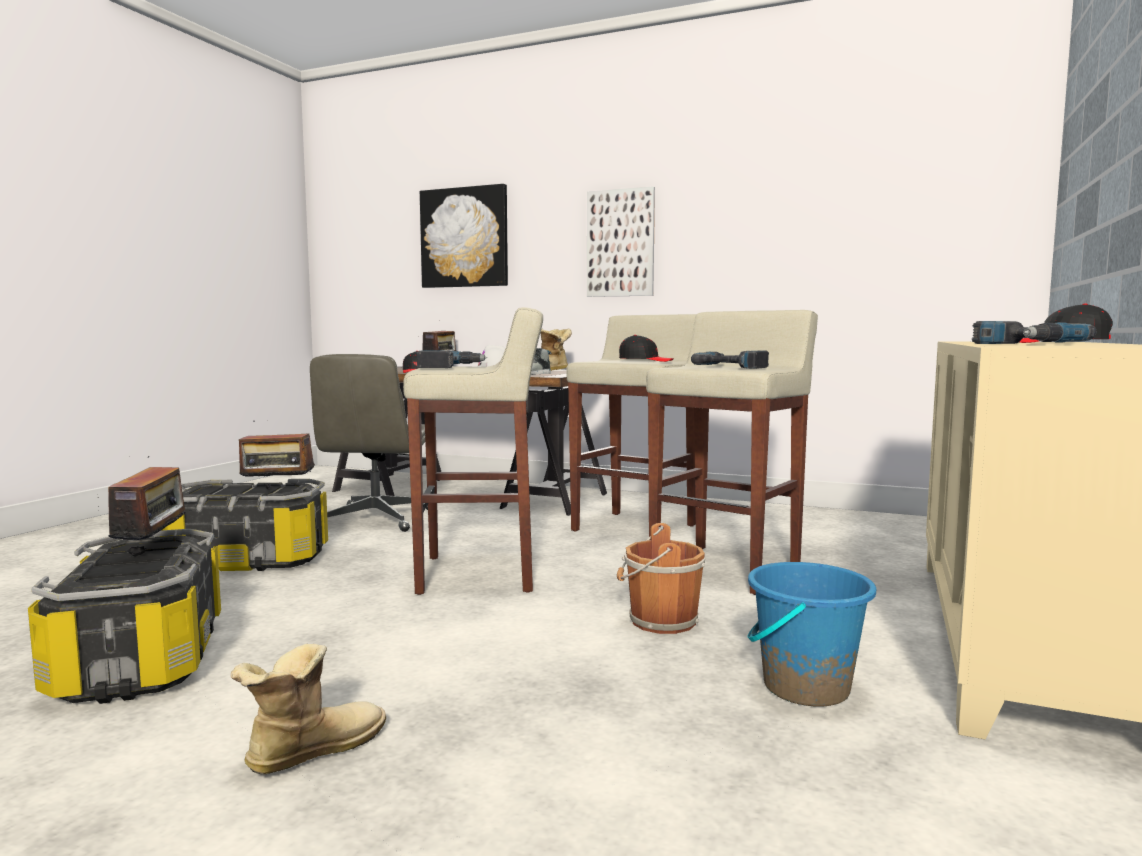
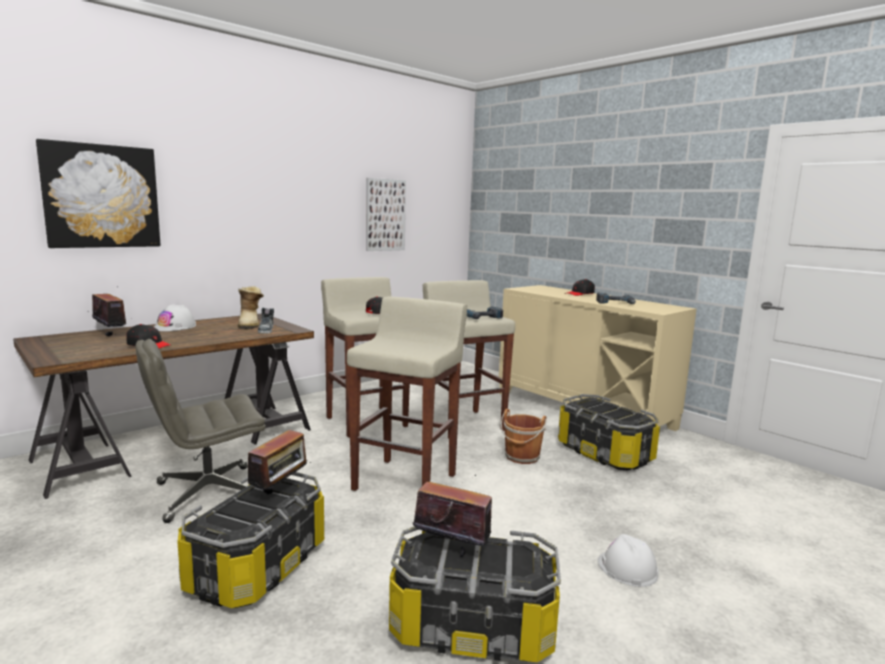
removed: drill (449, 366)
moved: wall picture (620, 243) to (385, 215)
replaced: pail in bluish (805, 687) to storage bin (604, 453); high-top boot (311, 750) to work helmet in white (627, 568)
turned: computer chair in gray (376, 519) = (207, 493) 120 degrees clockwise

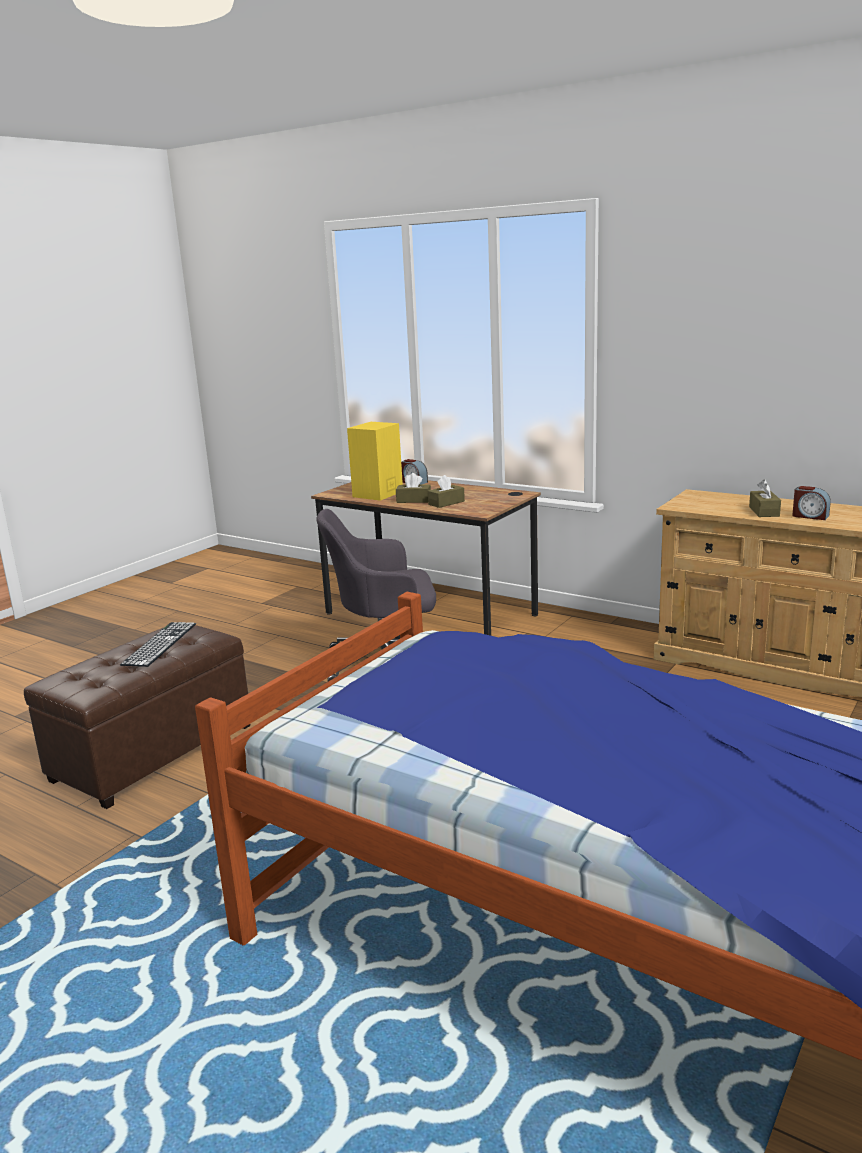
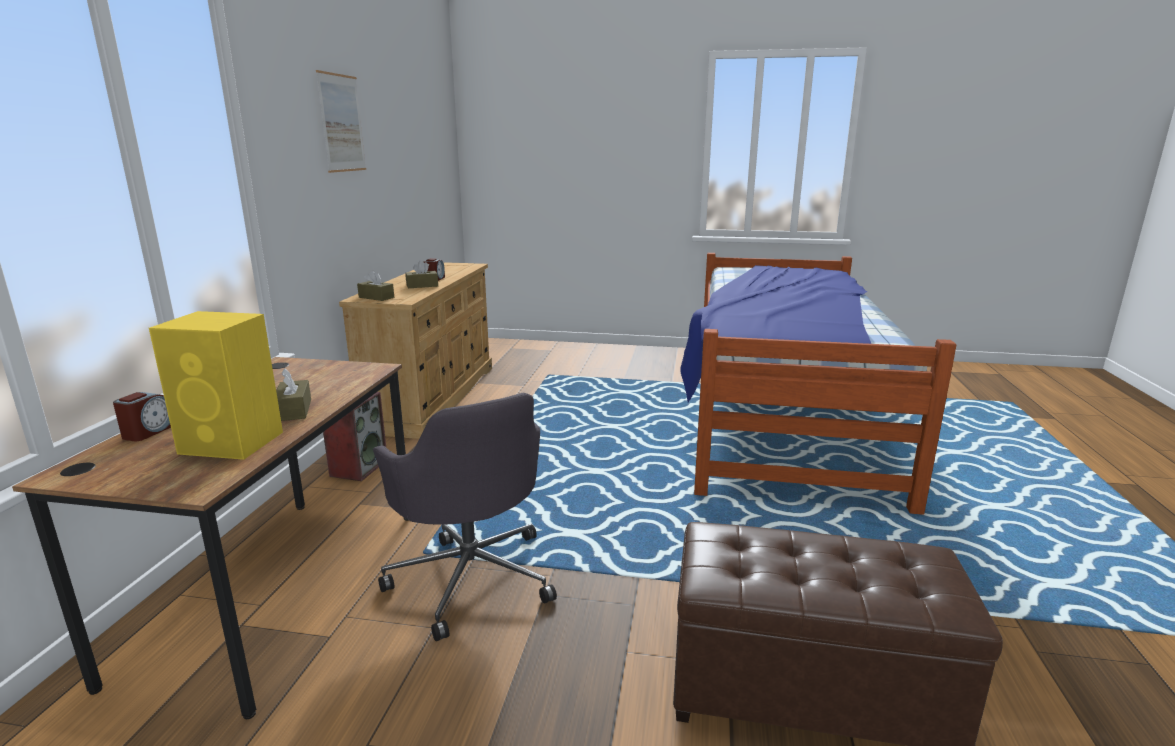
removed: keyboard (160, 644)
added: wall picture (342, 123); loudspeaker (359, 467)
moved: tissue box in brownish (446, 503) to (376, 297)

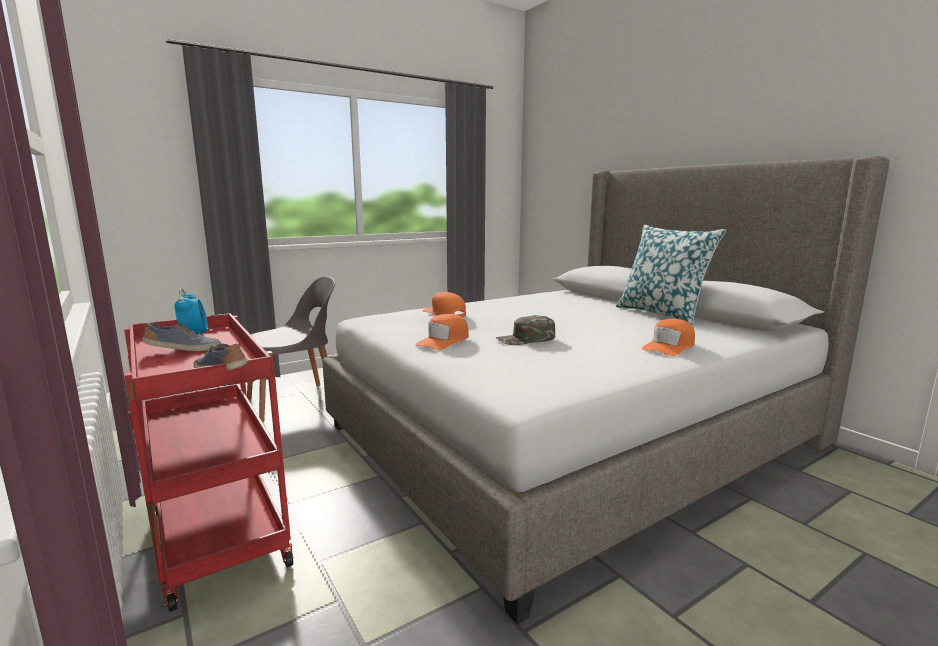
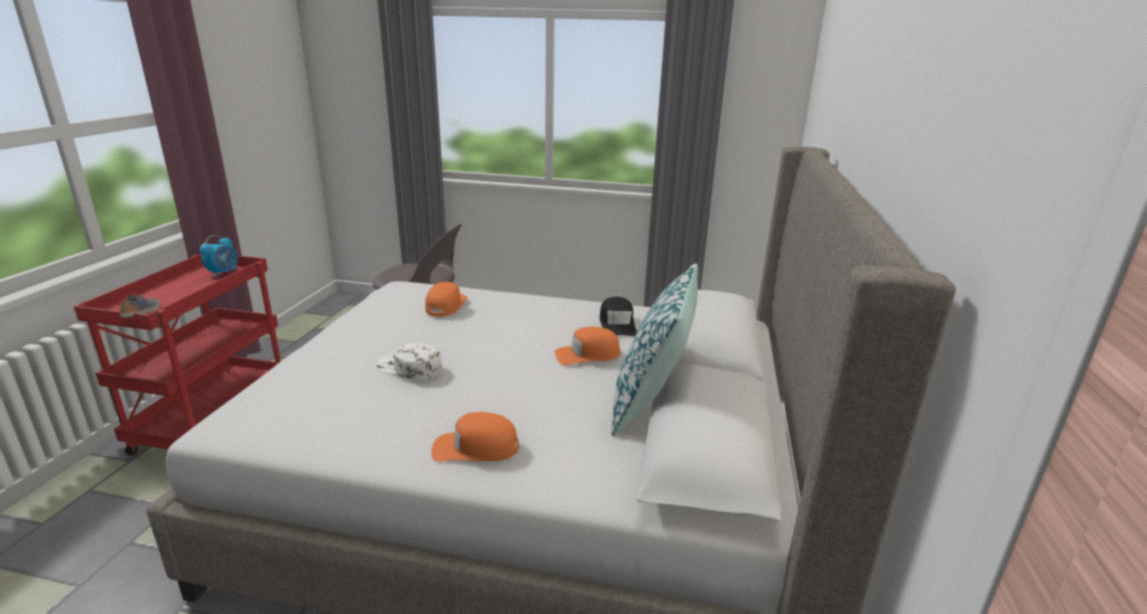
removed: low shoe (183, 350)
added: baseball cap in black (617, 324)
moved: baseball cap in orange-coloured (444, 341) to (587, 354)
recoloured: baseball cap in green (526, 339) to baseball cap in white (409, 368)

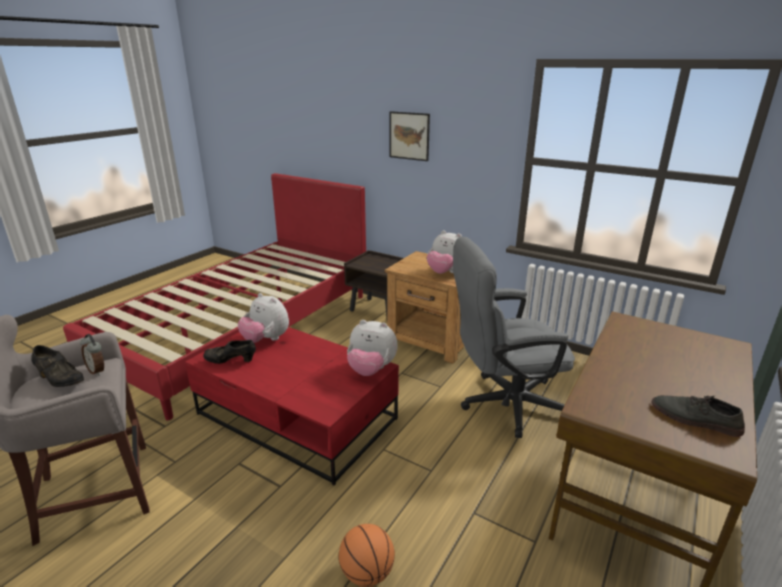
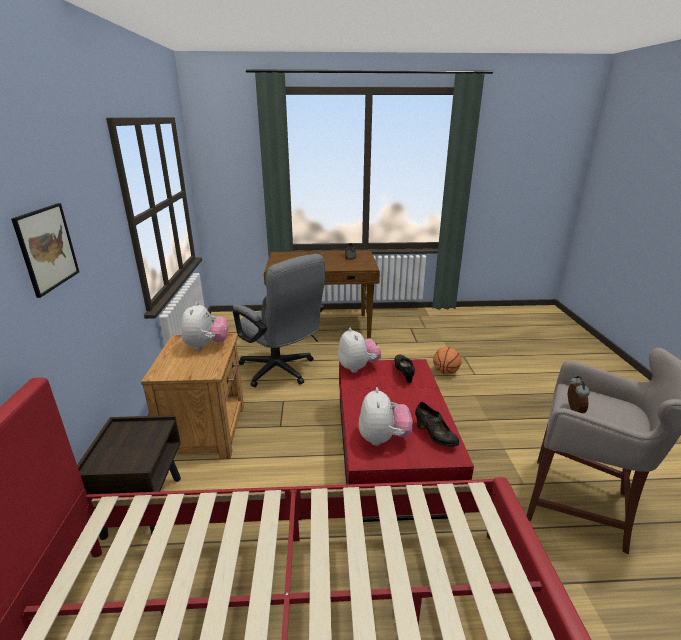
moved: low shoe in black (60, 381) to (404, 373)

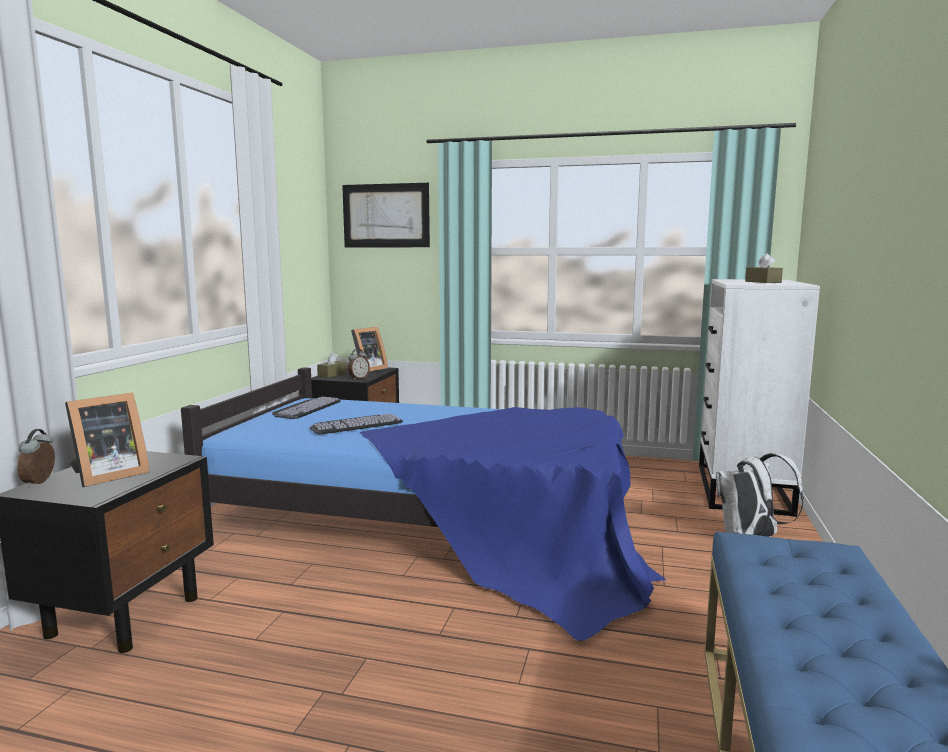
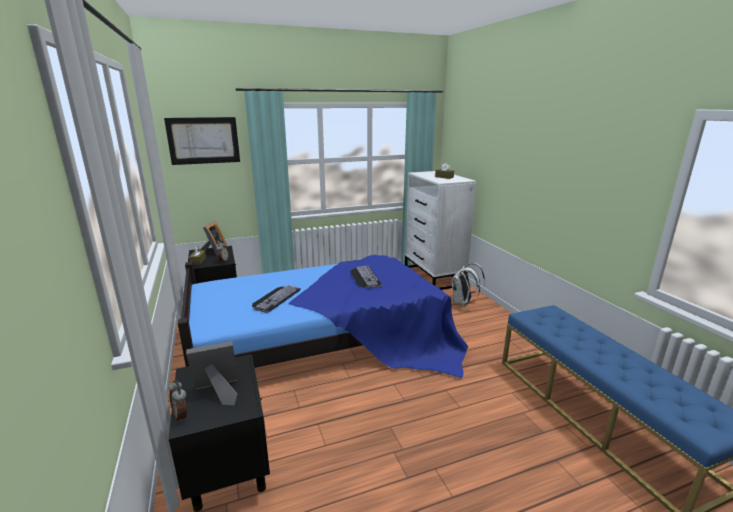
moved: keyboard (305, 408) to (364, 277)
turned: photo frame (107, 476) = (219, 392) 120 degrees counterclockwise

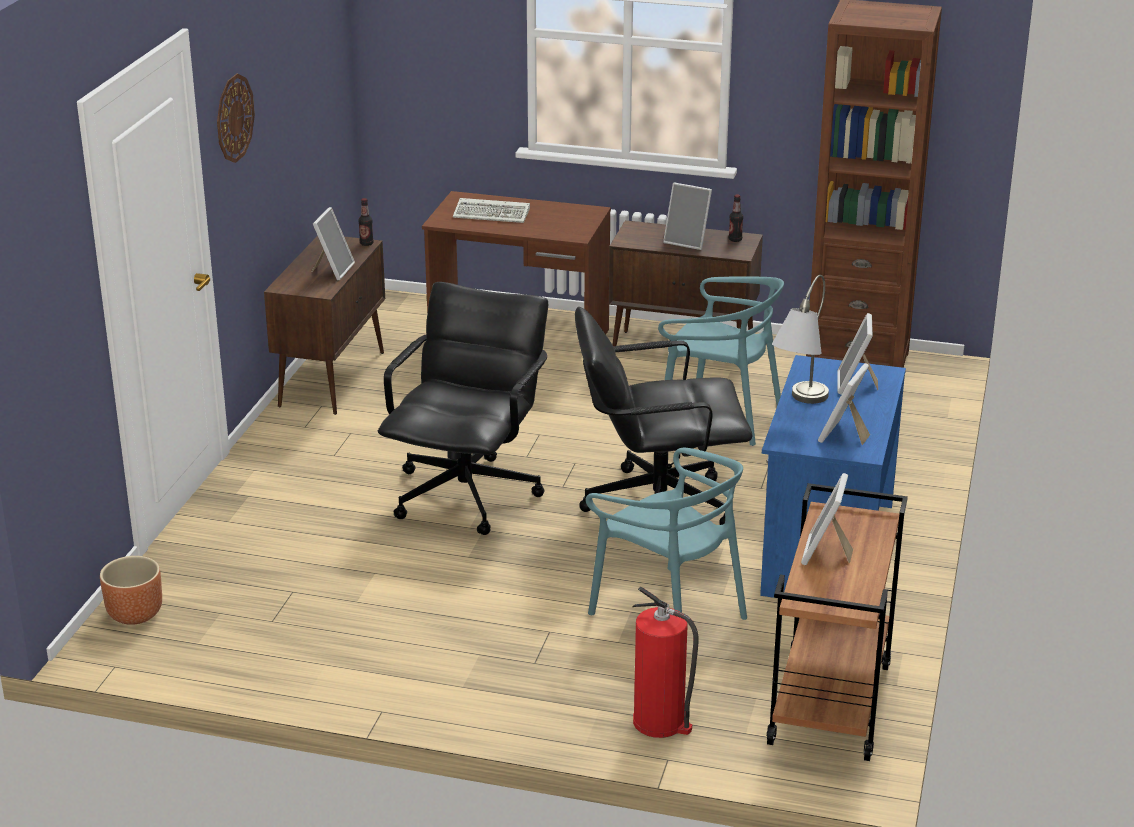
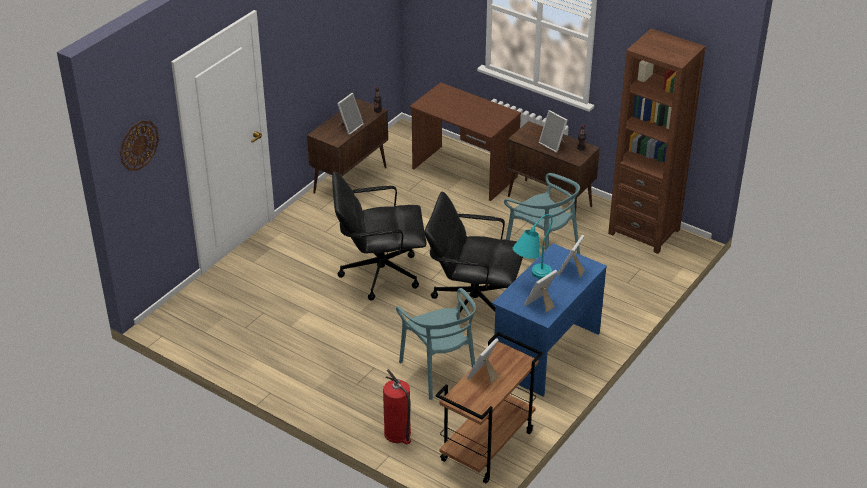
removed: keyboard (493, 214); plant pot in brownish (134, 614)
moved: clock on the wall (234, 118) to (138, 145)
recoloured: table lamp in gray (798, 405) to table lamp in turquoise-coloured (531, 278)
turned: computer chair in black (467, 495) = (379, 273) 135 degrees counterclockwise

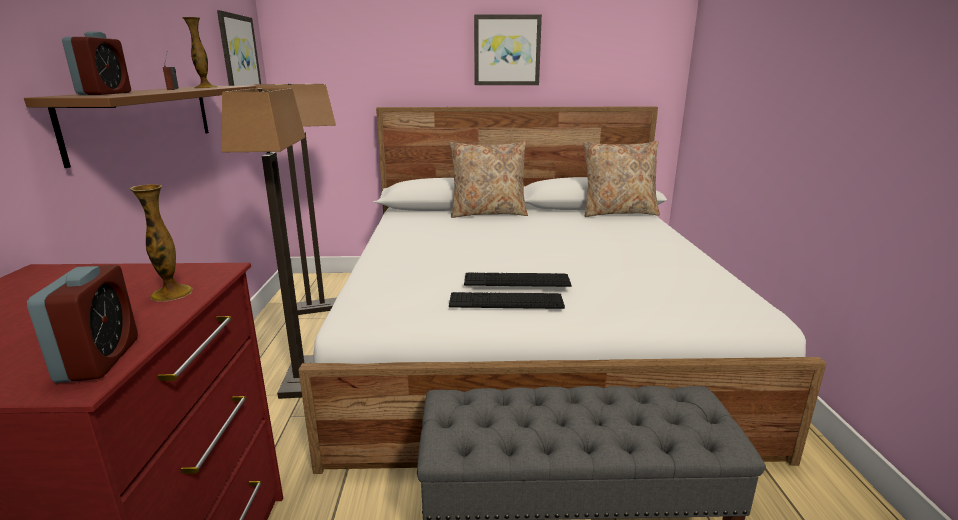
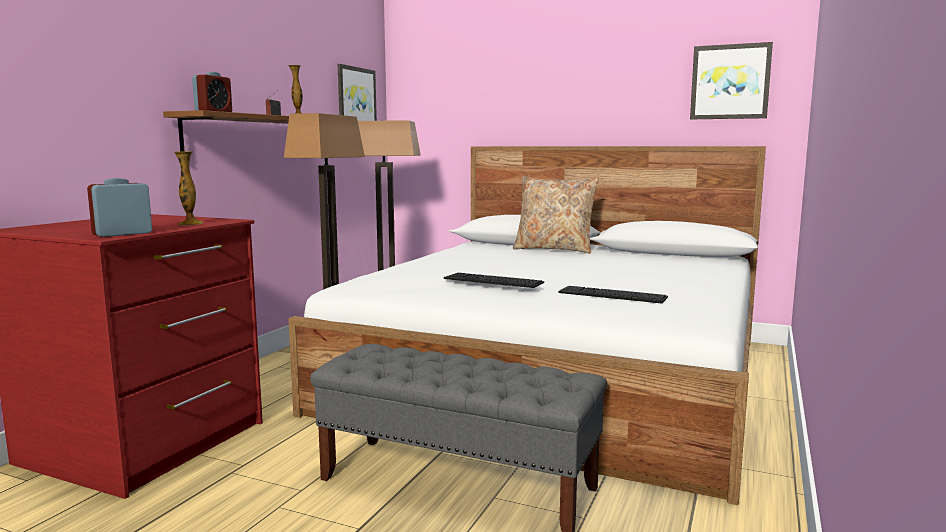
removed: throw pillow in sand-coloured (618, 212)
moved: wall picture (507, 50) to (730, 82); keyboard (506, 301) to (612, 295)
turned: table clock (99, 359) = (122, 234) 150 degrees counterclockwise

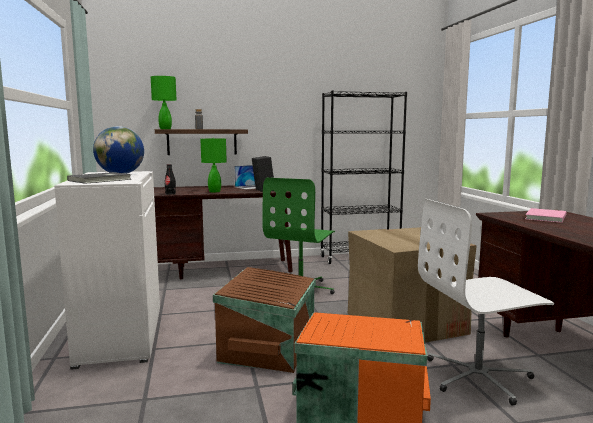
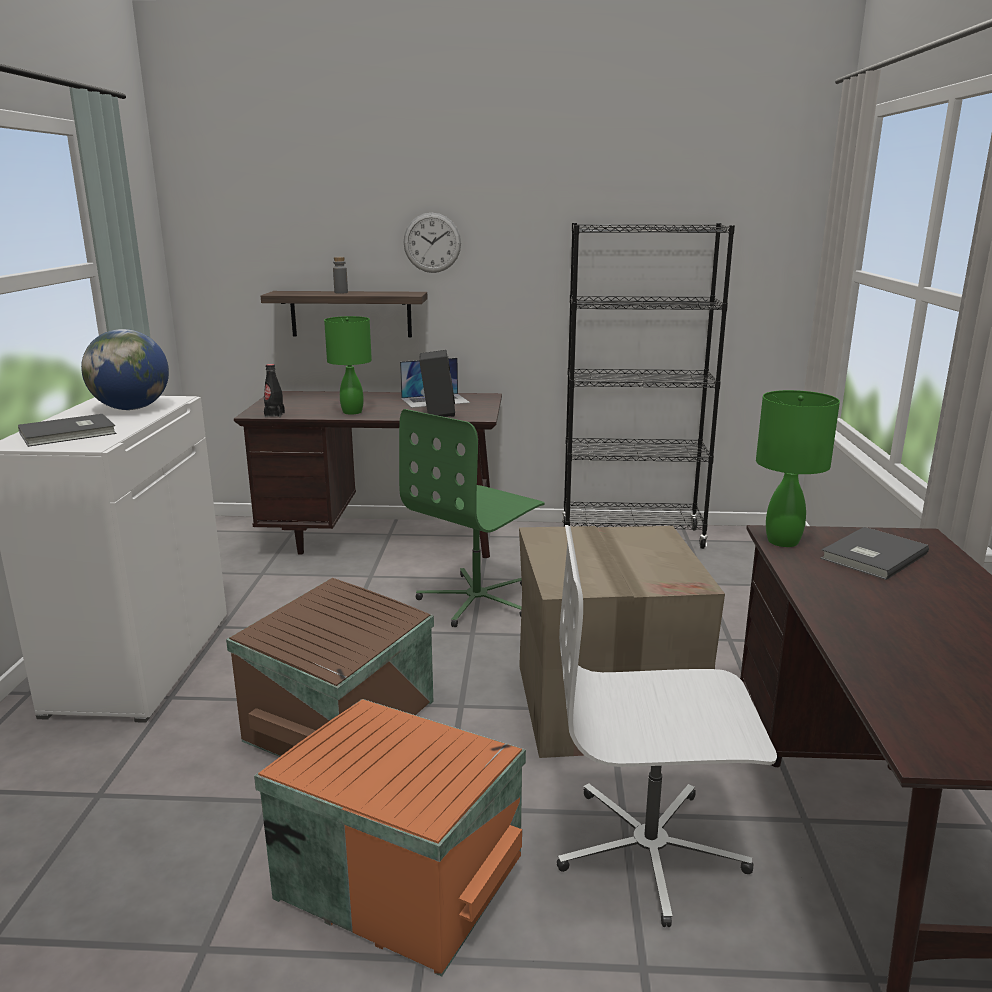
added: clock on the wall (432, 243)
moved: table lamp in green (165, 129) to (782, 541)
recoloured: bound book in pink (544, 217) to bound book in gray (870, 556)

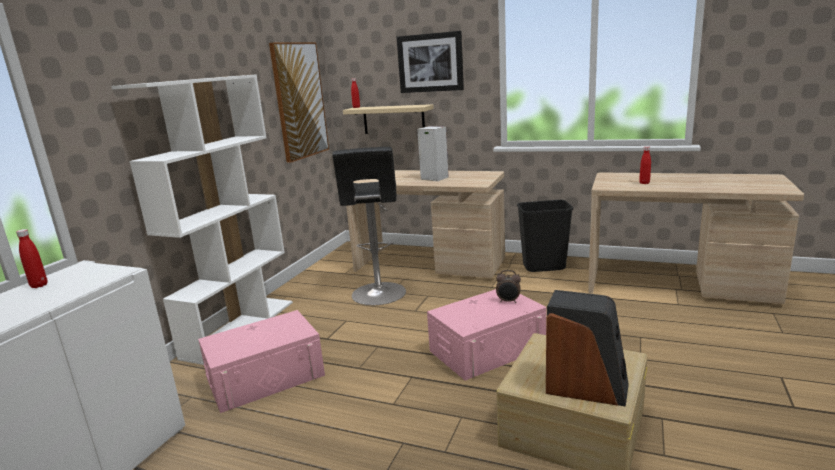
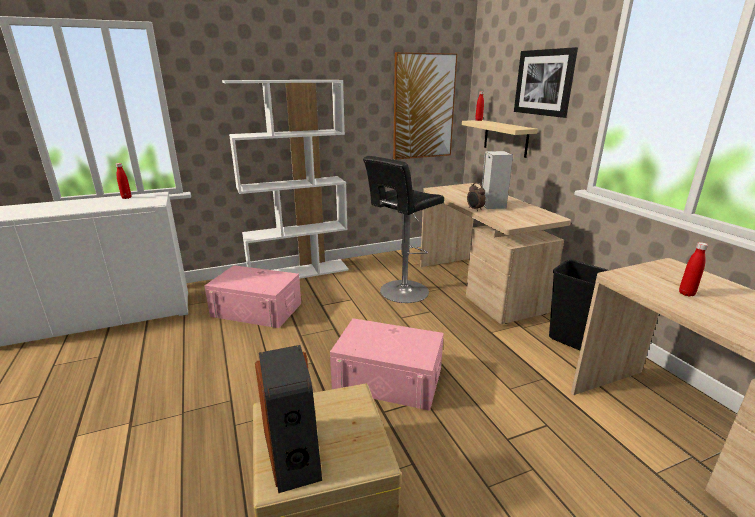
moved: table clock (508, 301) to (474, 209)

